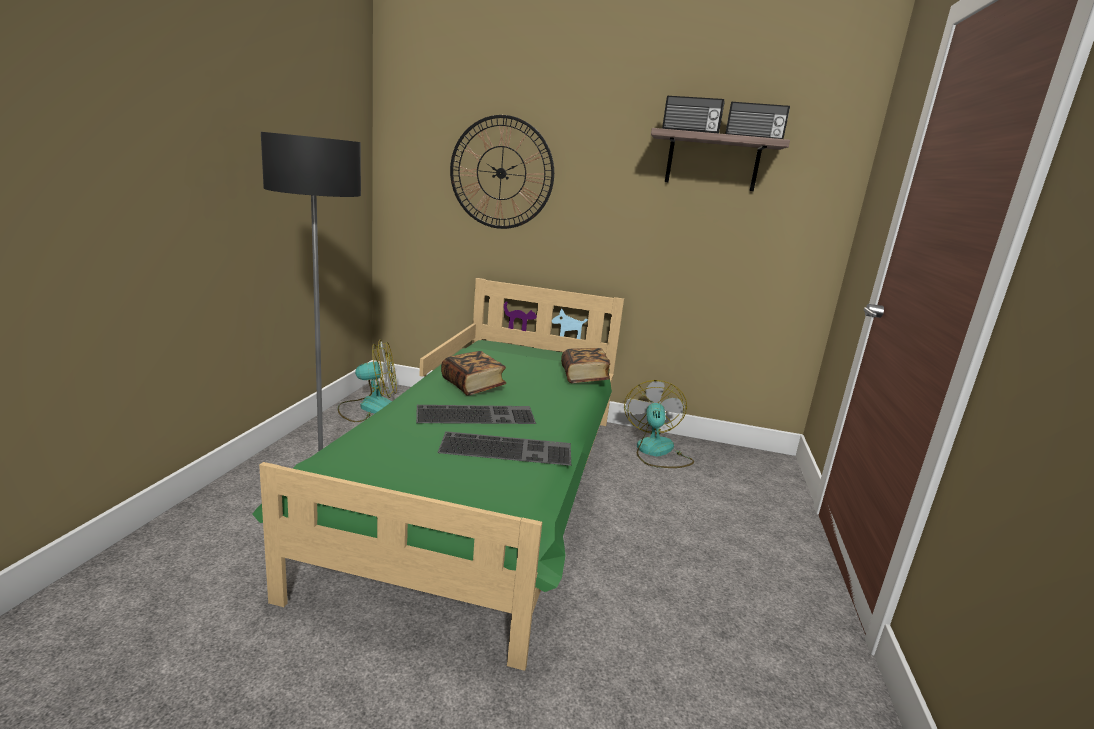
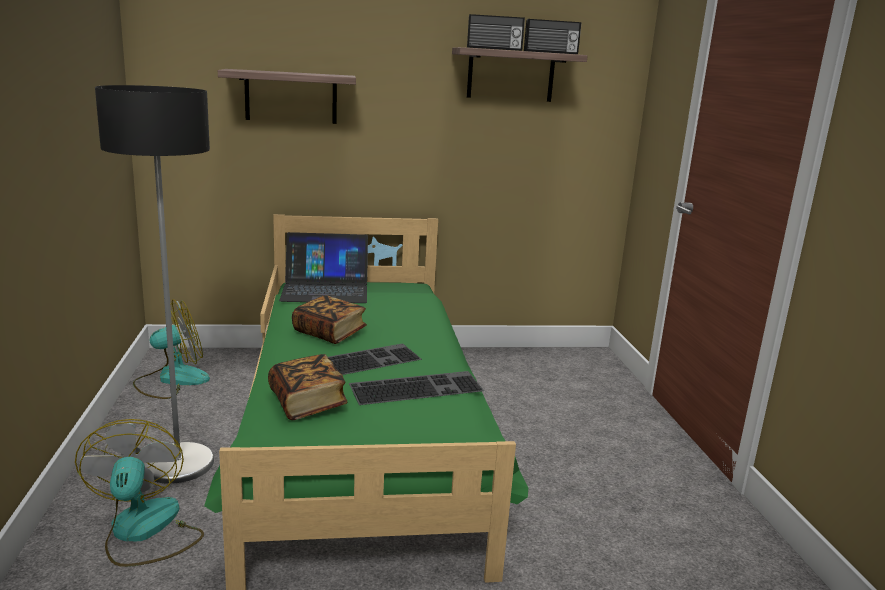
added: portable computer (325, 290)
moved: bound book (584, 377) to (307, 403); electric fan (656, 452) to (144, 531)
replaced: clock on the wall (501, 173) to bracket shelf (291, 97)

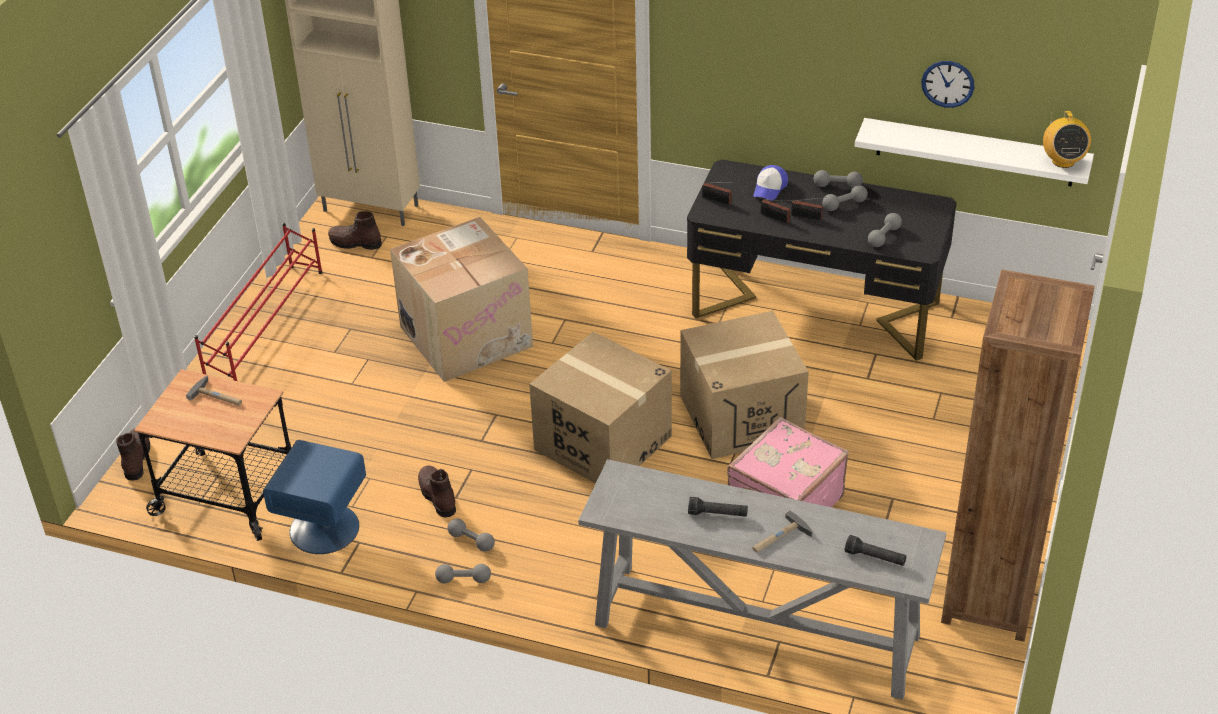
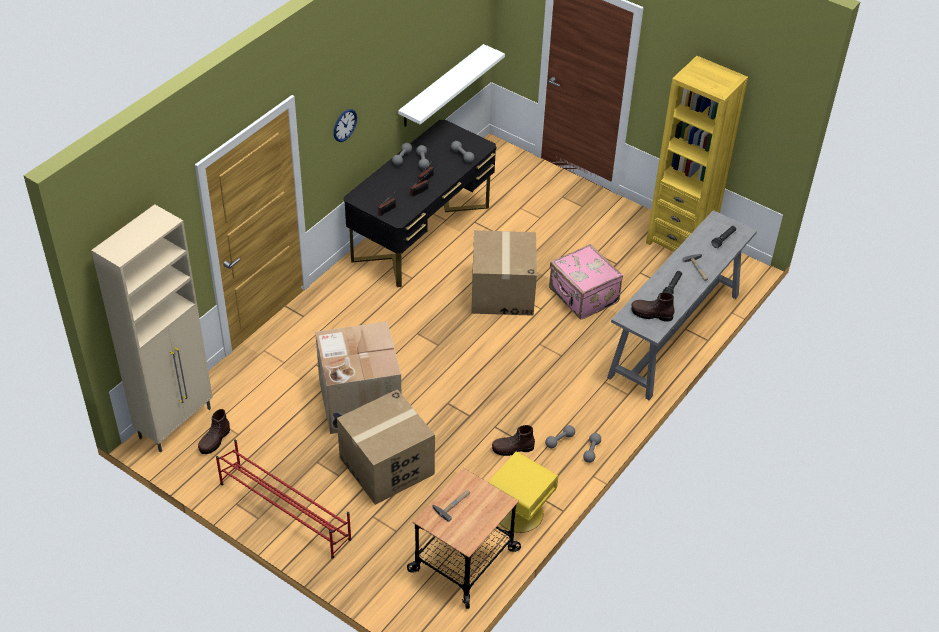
removed: radio receiver (1063, 161); baseball cap (770, 188)
moved: clock on the wall (947, 83) to (344, 125); cardboard box (602, 443) to (386, 466); high-top boot in brownish (136, 458) to (651, 314)
recoloured: bookshelf in brownish (991, 596) to bookshelf in yellowish (680, 242); night table in bluish (323, 529) to night table in yellowish (520, 513)

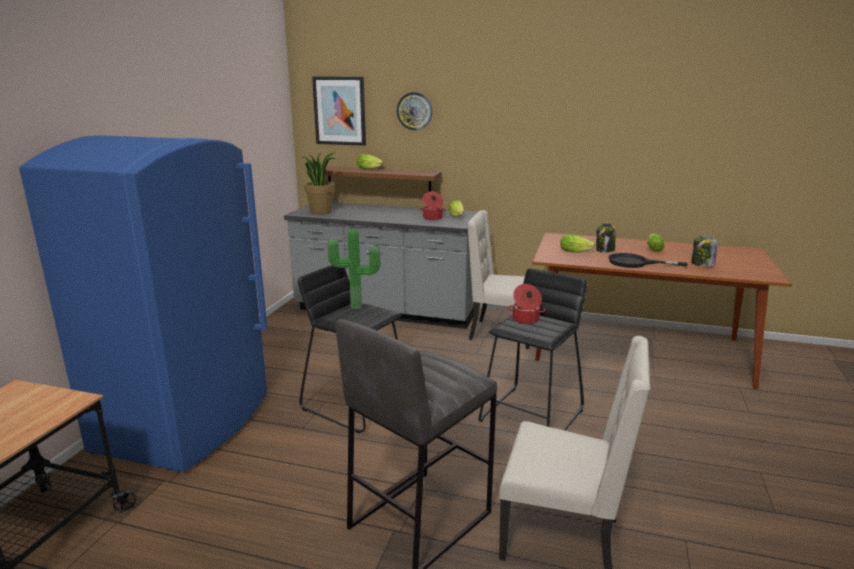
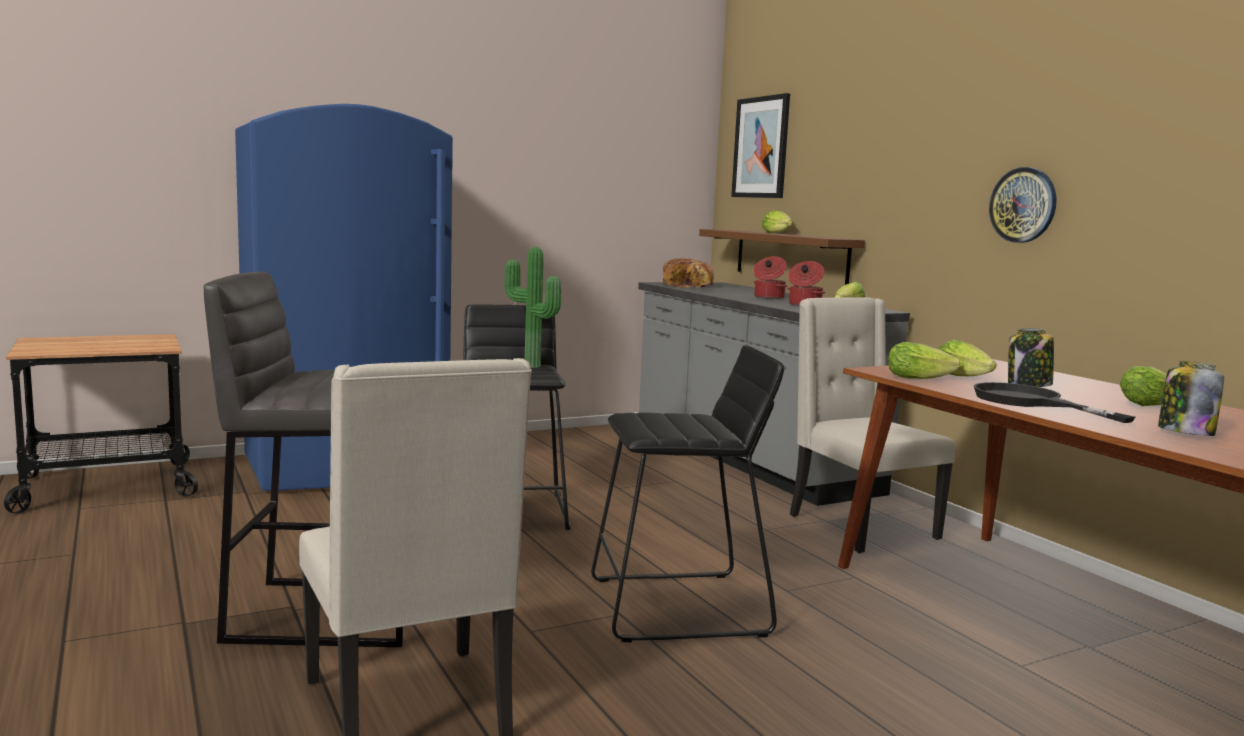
added: lettuce head (922, 378)
moved: clock on the wall (414, 111) to (1023, 205); saucepot (525, 320) to (768, 297)
replaced: potted plant (321, 212) to bakery bread (688, 286)

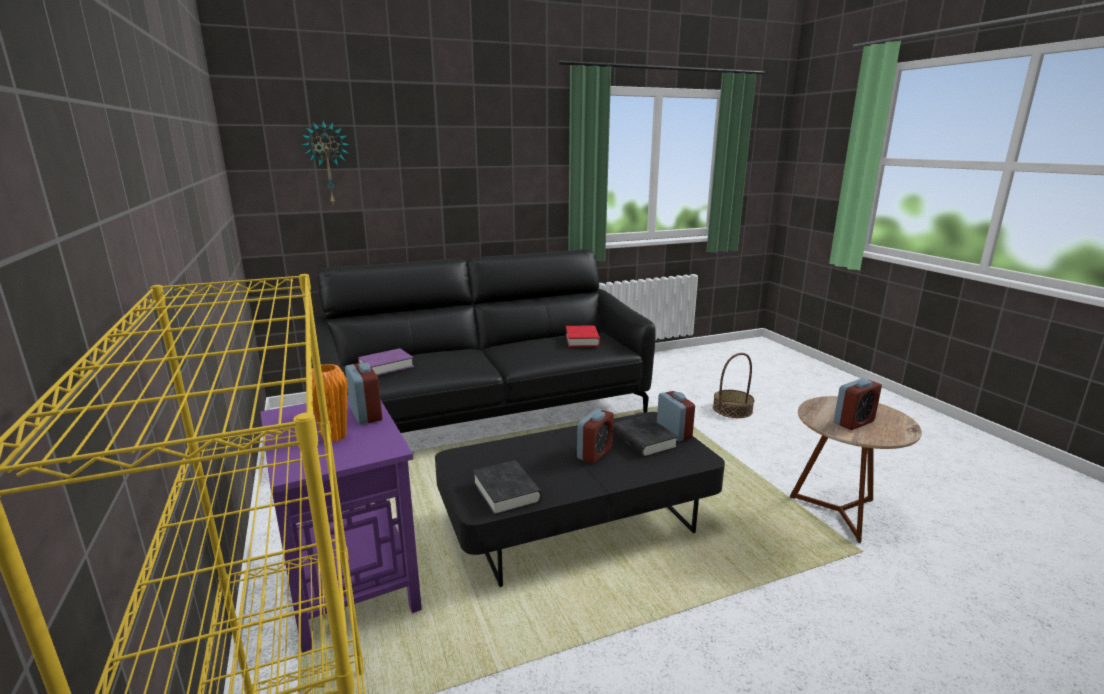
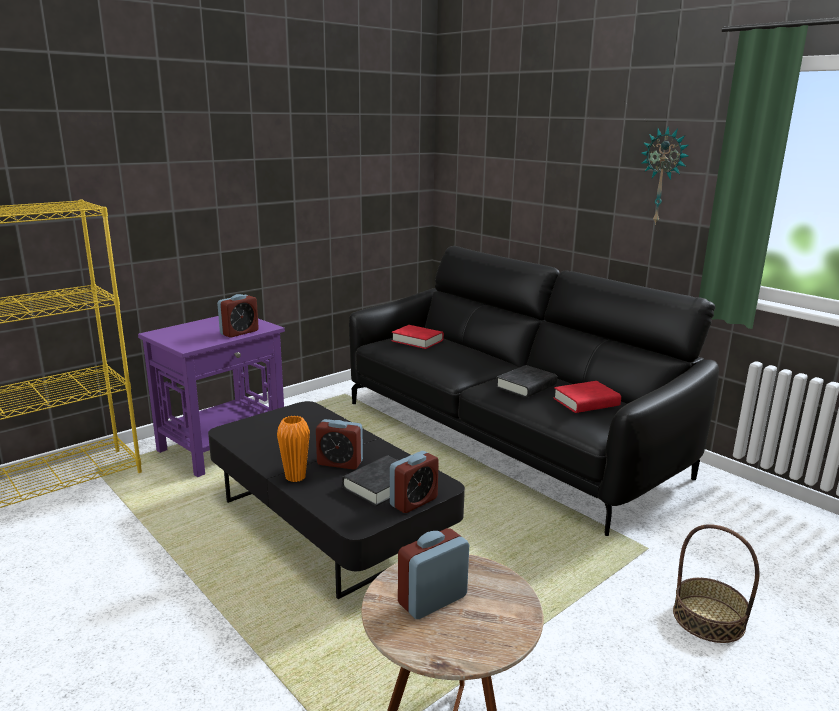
moved: clock on the wall (328, 163) to (663, 176); vase in orange-coloured (334, 437) to (295, 477); bound book in black (506, 492) to (526, 386)
recoloured: bound book in purple (386, 366) to bound book in red-coloured (417, 341)
turned: table clock (853, 422) = (432, 600) 105 degrees clockwise

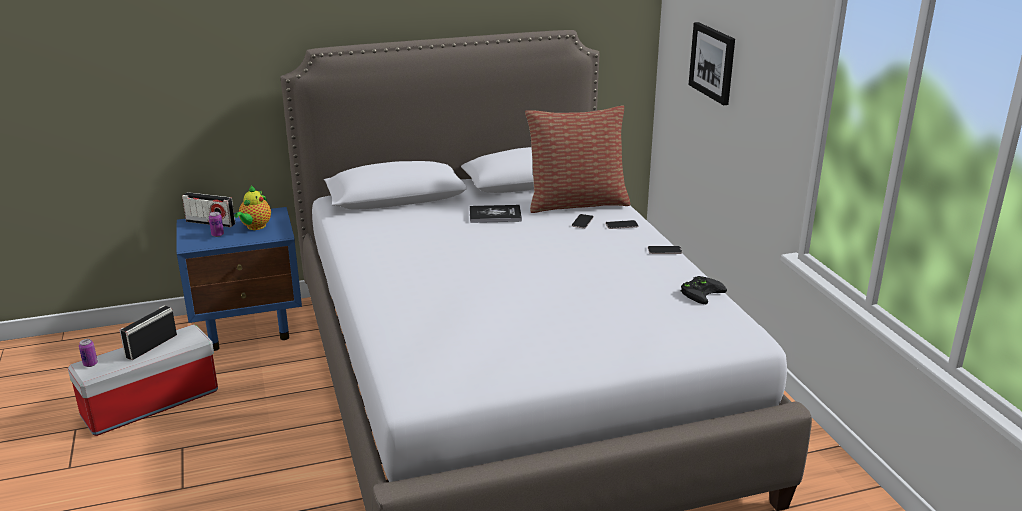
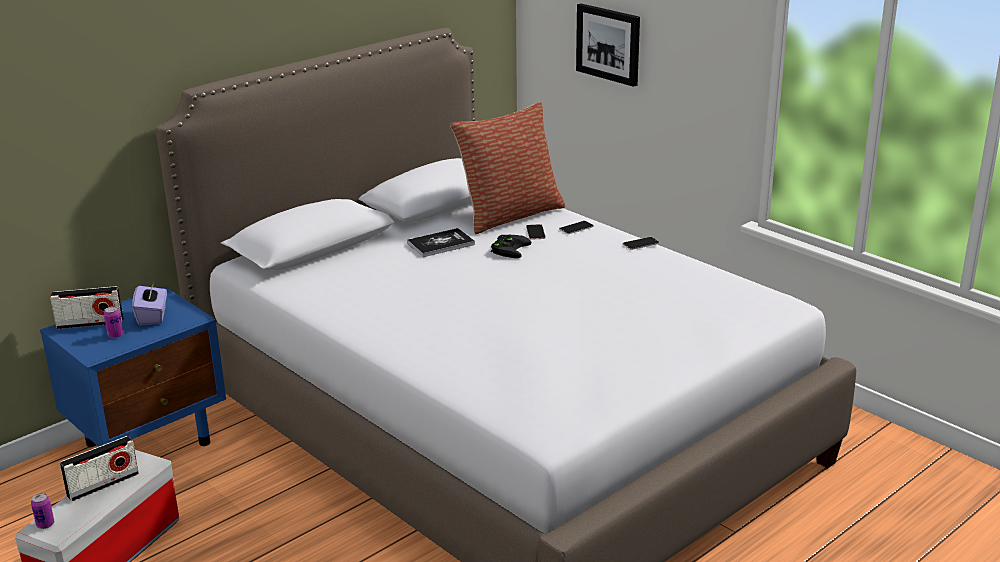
moved: joypad in black (701, 291) to (509, 248)
replaced: pot for tea (255, 227) to tissue box in purple (152, 316)
turned: radio receiver (151, 346) = (103, 484) 135 degrees counterclockwise

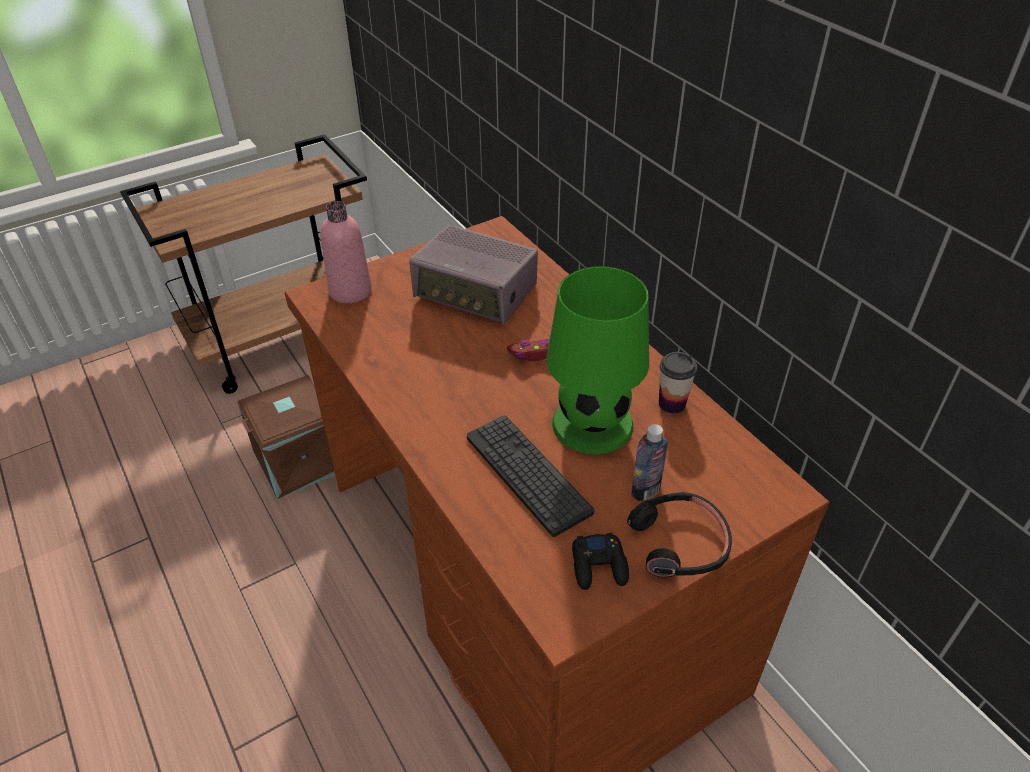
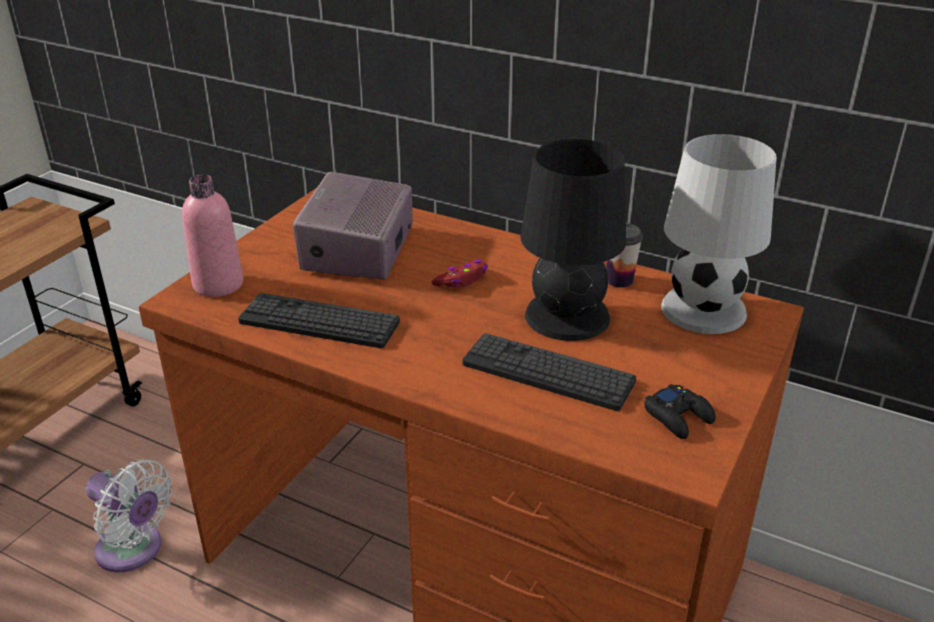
removed: bottle (645, 490); headphones in black (679, 543)
added: table lamp in white (704, 310); keyboard (319, 322)
replaced: storage bin in brownish (299, 459) to electric fan in white (134, 550)
recoloured: table lamp in green (593, 424) to table lamp in black (568, 316)
turned: radio receiver (476, 293) = (357, 250) 105 degrees clockwise

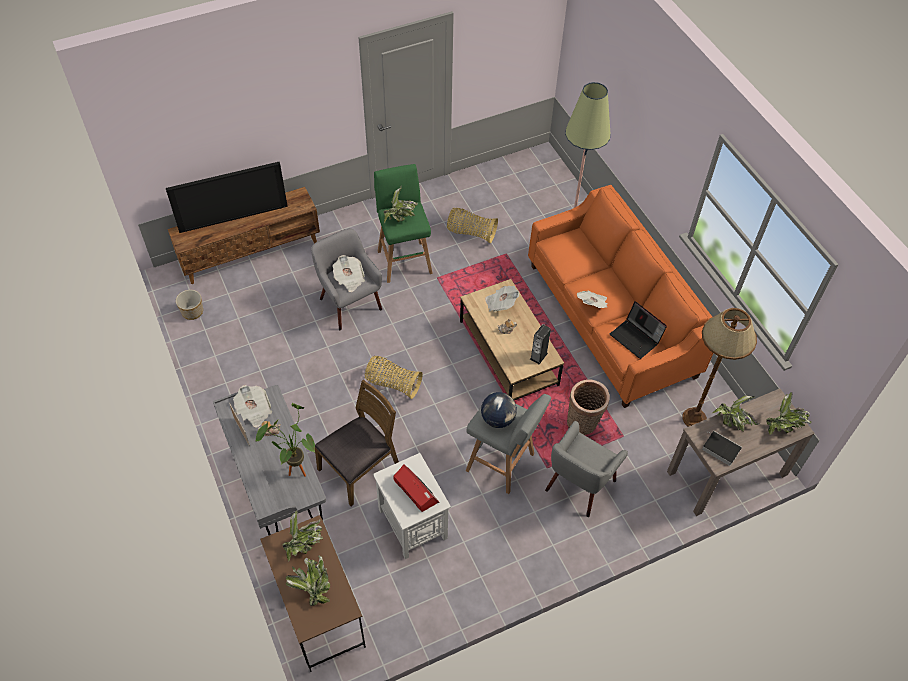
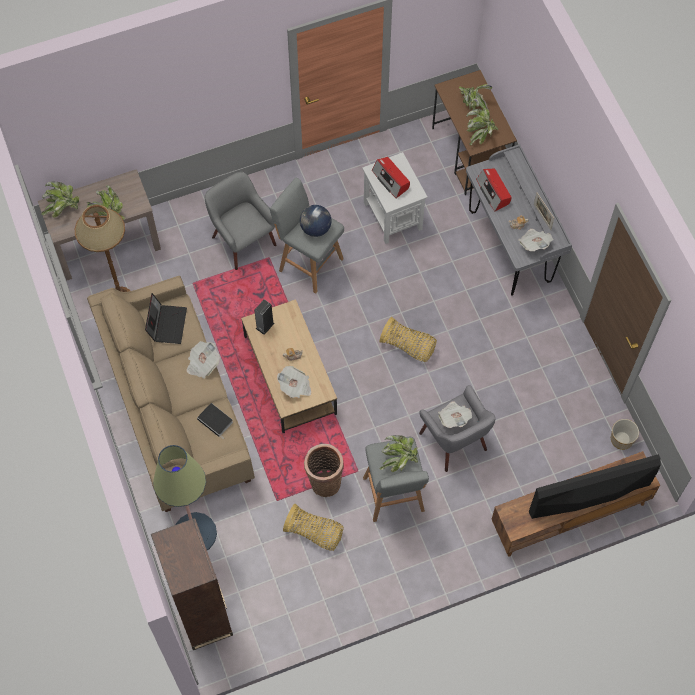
removed: plain chair in brownish (360, 468)
added: bookshelf in brownish (203, 614)
moved: household basket (583, 424) to (324, 481); bound book (719, 449) to (216, 421)
replaced: potted plant (295, 468) to radio receiver (493, 192)
recoloured: stool seat in green (404, 260) to stool seat in gray (394, 496); sofa in orange-coloured (611, 320) to sofa in sand-coloured (176, 407)
turned: portable computer (636, 338) = (167, 324) 45 degrees clockwise; easy chair in gray (579, 485) = (243, 241) 75 degrees counterclockwise

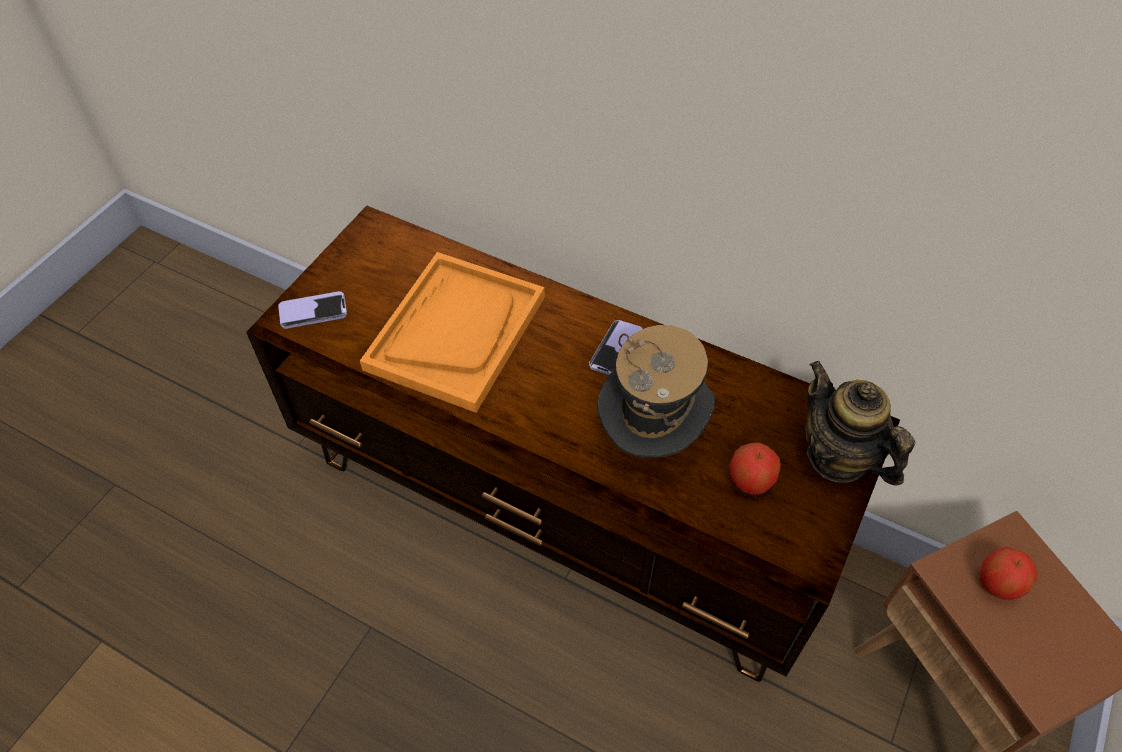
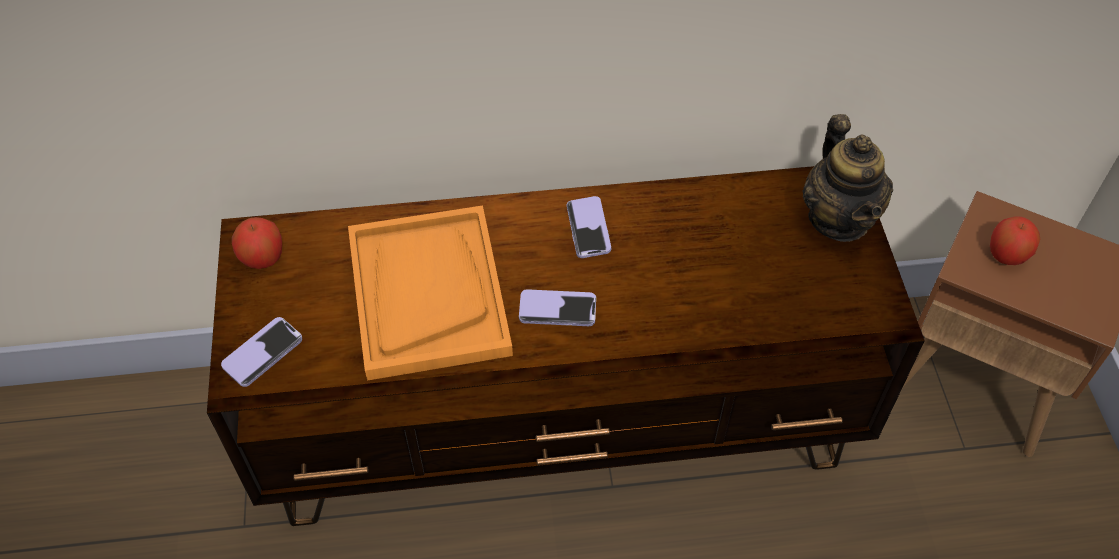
removed: hat (651, 439)
added: telephone (557, 309)
moved: apple (750, 480) to (262, 258)
turned: pot for tea (838, 457) = (839, 219) 120 degrees counterclockwise

